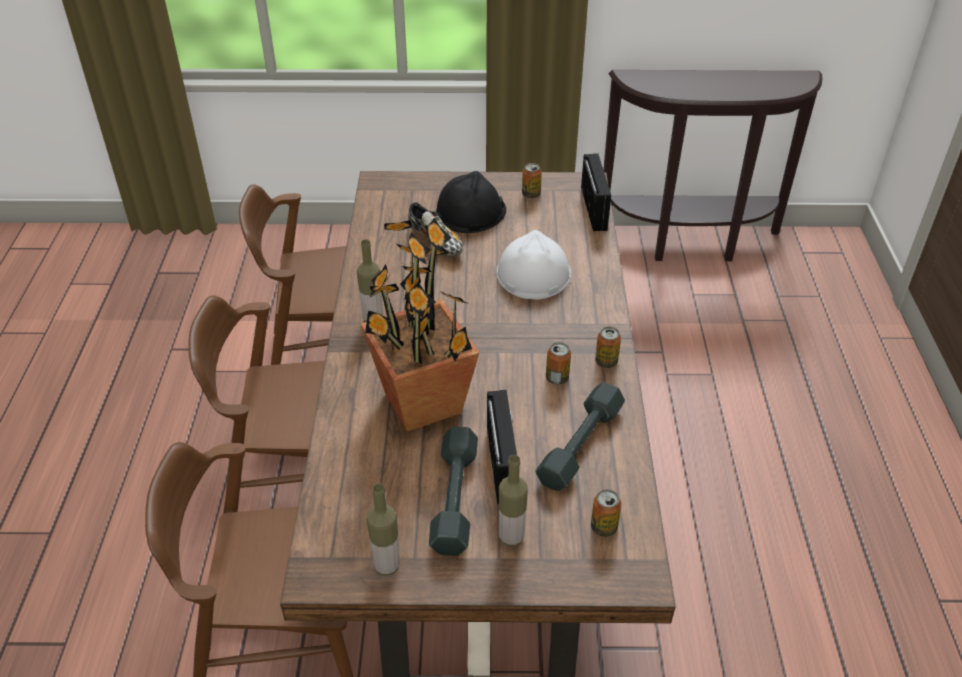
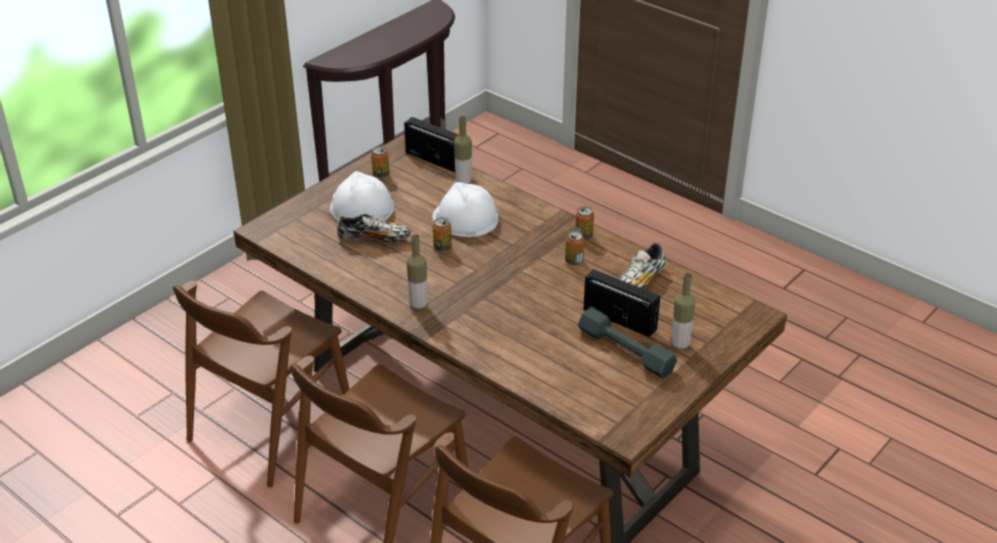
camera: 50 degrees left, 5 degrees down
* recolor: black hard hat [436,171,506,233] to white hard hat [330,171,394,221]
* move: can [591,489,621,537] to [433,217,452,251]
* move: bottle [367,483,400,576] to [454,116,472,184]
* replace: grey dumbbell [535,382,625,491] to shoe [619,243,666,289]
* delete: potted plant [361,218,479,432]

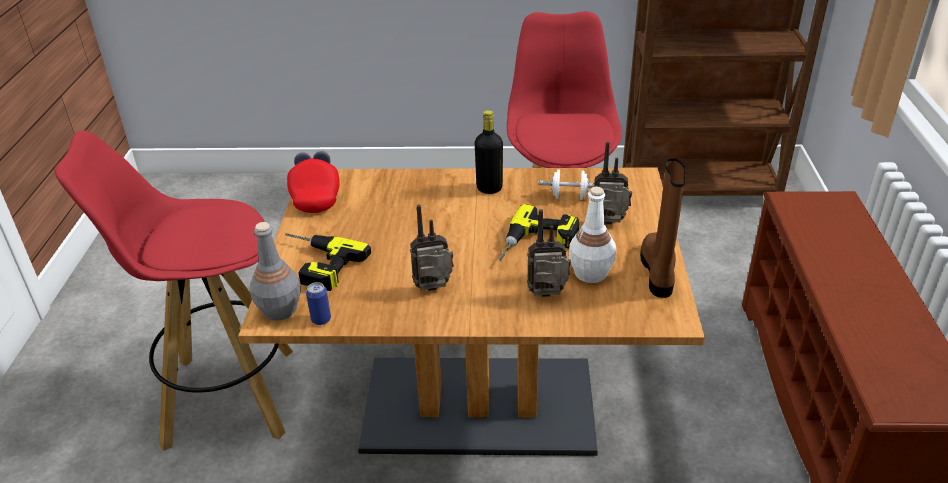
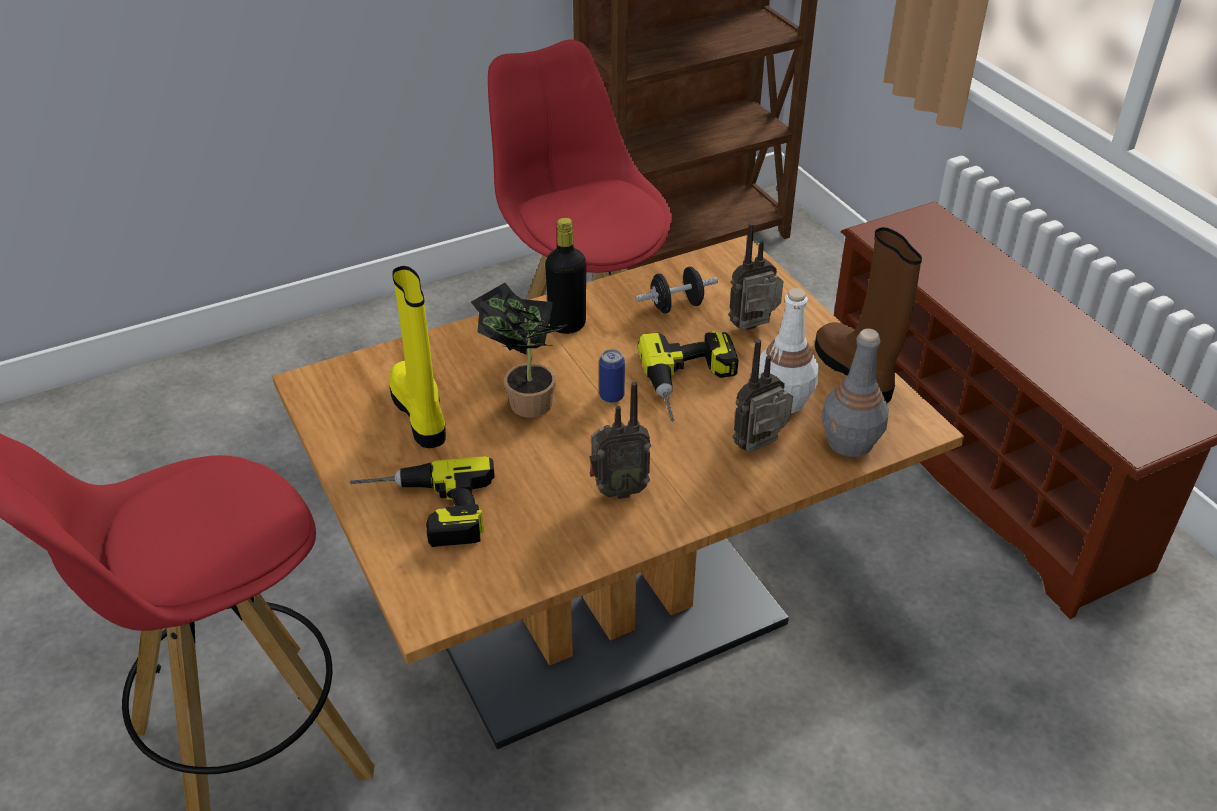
camera: 30 degrees left, 5 degrees up
* insert: yellow boot [389,266,446,448]
* insert: potted plant [471,283,568,418]
* rotate: radio [410,205,454,291] = [589,381,651,499] 150 degrees counterclockwise
* move: can [306,282,331,325] to [599,349,625,403]
* recolor: white dumbbell [538,169,594,200] to black dumbbell [635,266,718,313]
* move: grey bottle [250,222,301,321] to [821,329,889,457]
* delete: red cap [287,151,340,213]

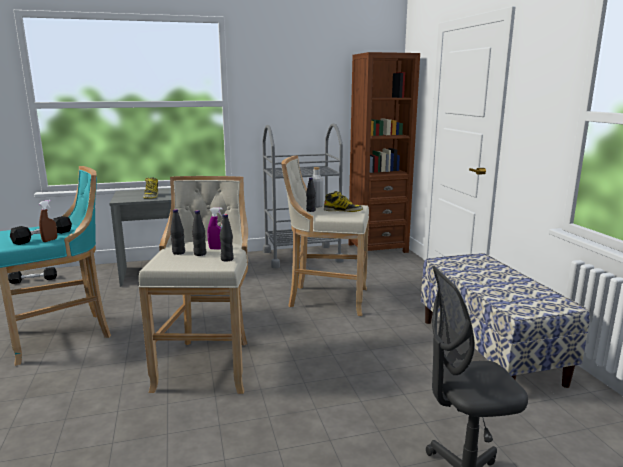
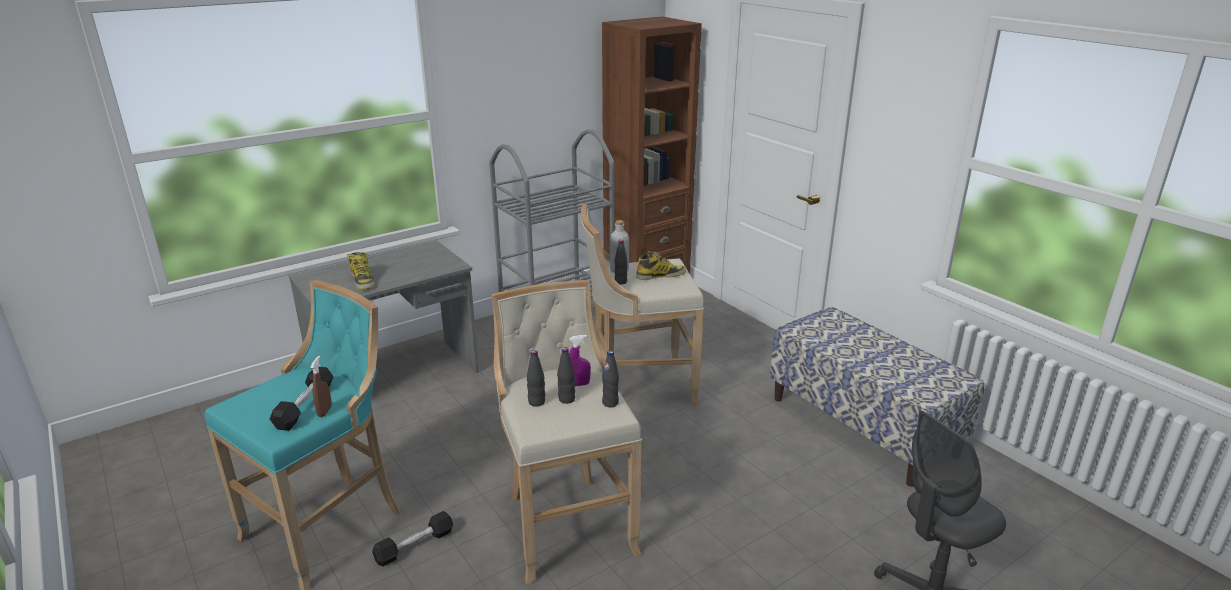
camera: 20 degrees left, 10 degrees up
* move: black dumbbell [8,267,57,284] to [372,511,453,566]

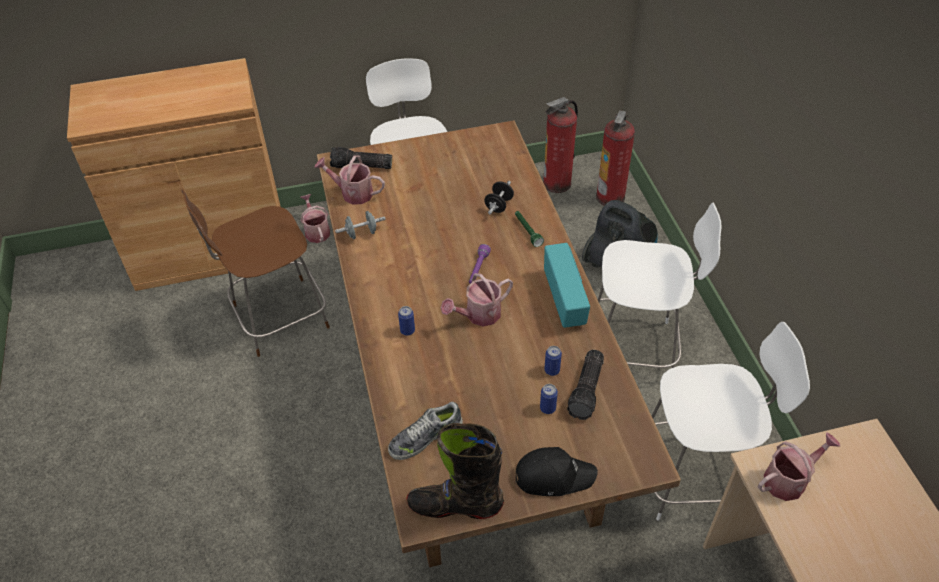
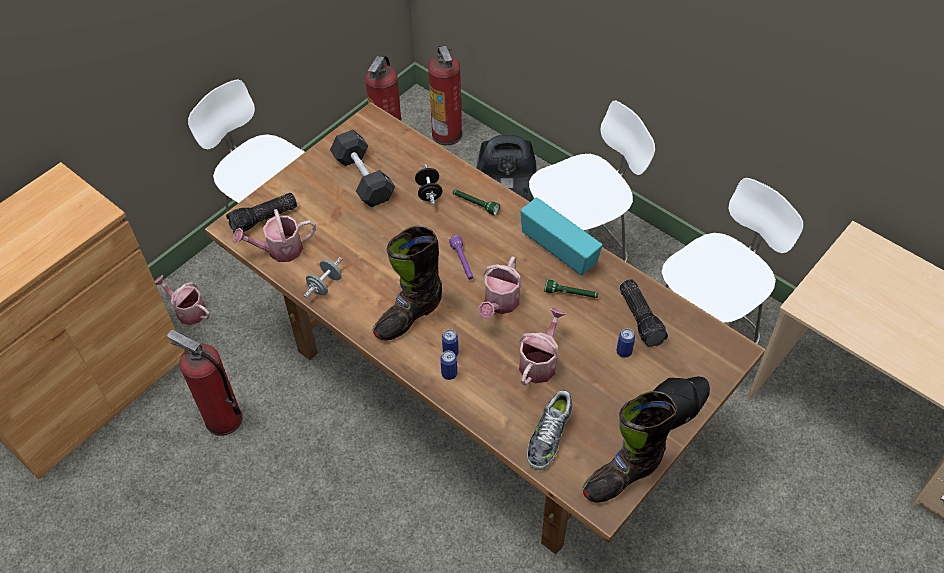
camera: 35 degrees left, 5 degrees up
* replace: brown chair [182,189,330,357] to fire extinguisher [167,329,242,436]
* insert: black dumbbell [330,130,395,207]
* insert: black boot [373,226,442,341]
* move: can [544,346,562,376] to [440,351,457,380]
* move: watering can [758,432,840,501] to [519,308,566,385]
* insert: green flashlight [544,279,598,298]

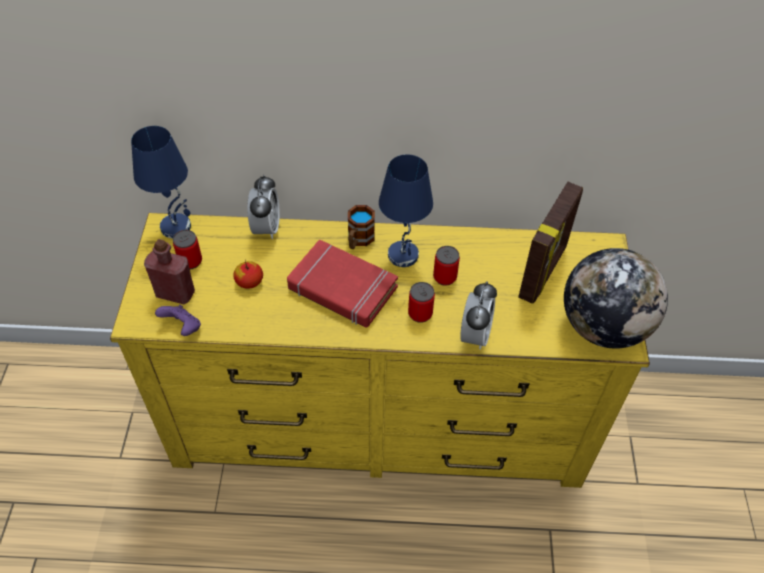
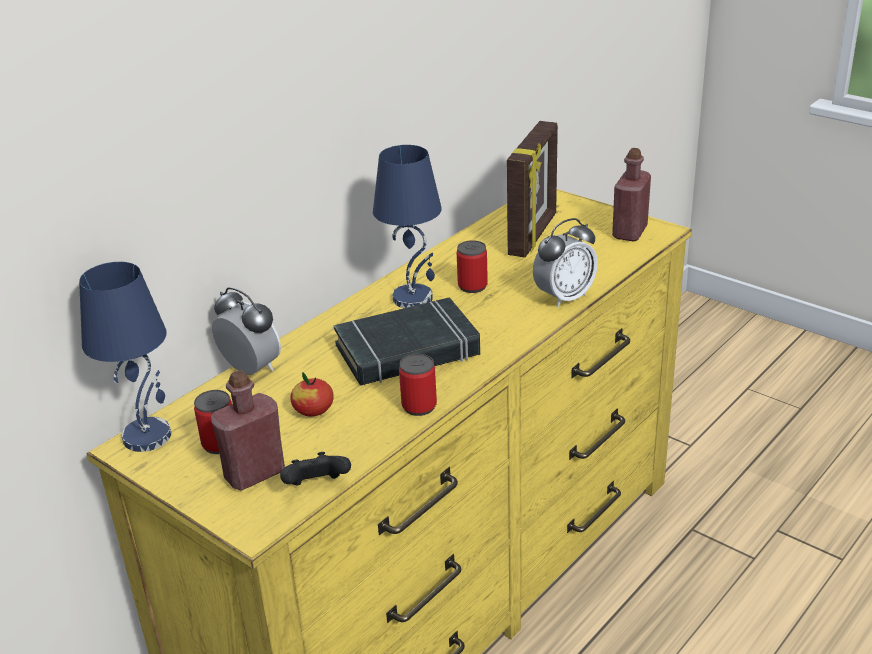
camera: 50 degrees left, 20 degrees down
* recolor: purple game controller [155,305,201,336] to black game controller [280,452,351,486]
* recolor: red book [287,239,398,328] to black book [334,297,480,385]
* move: can [408,282,435,323] to [399,354,437,416]
* rotate: picture frame [518,182,583,304] = [507,121,558,257] 45 degrees clockwise
* rotate: alarm clock [460,281,497,350] = [533,218,598,308] 90 degrees clockwise
* replace: globe [564,248,668,349] to red bottle [612,148,651,241]
* delete: mug [348,205,375,249]

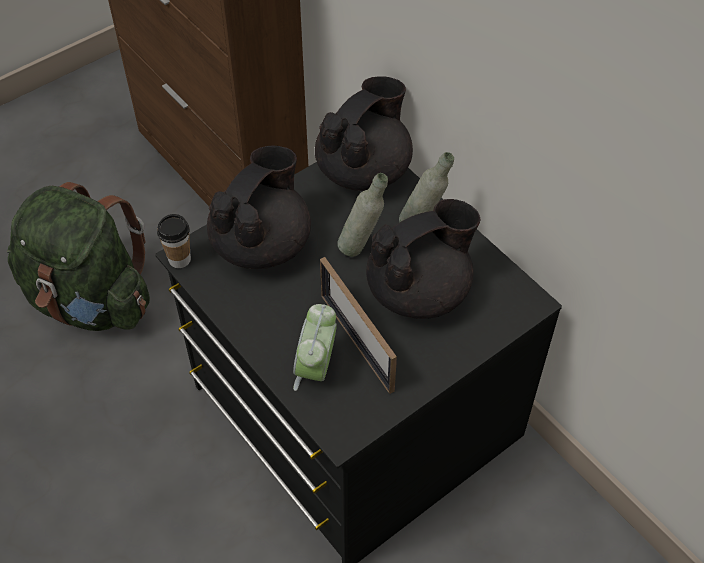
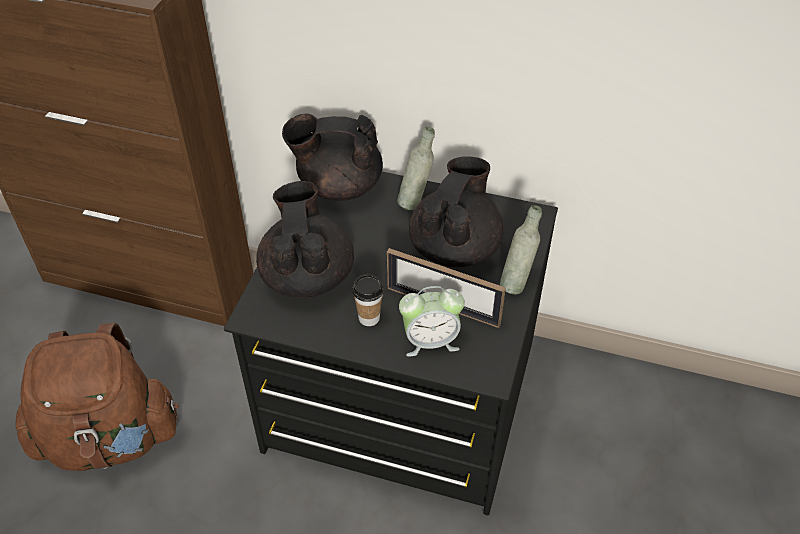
camera: 35 degrees left, 5 degrees down
* recolor: green backpack [7,182,150,331] to brown backpack [16,323,179,471]
* rotate: black teapot [315,76,413,191] = [282,114,383,201] 90 degrees counterclockwise
* move: cup [157,214,191,268] to [353,274,384,326]
* rotate: alarm clock [293,304,337,391] = [399,286,465,356] 75 degrees counterclockwise
* move: grey bottle [337,173,388,257] to [500,205,542,295]

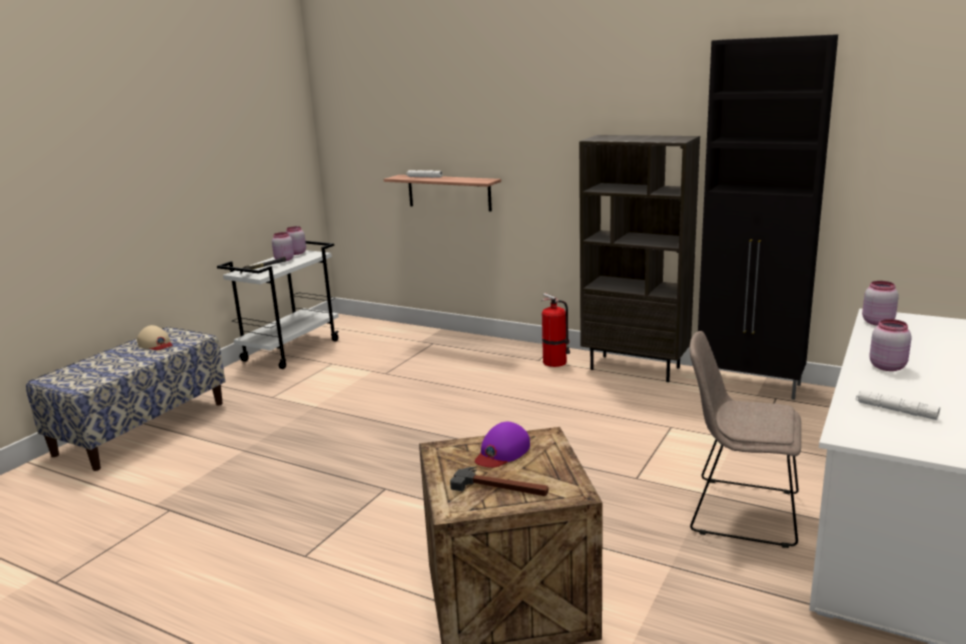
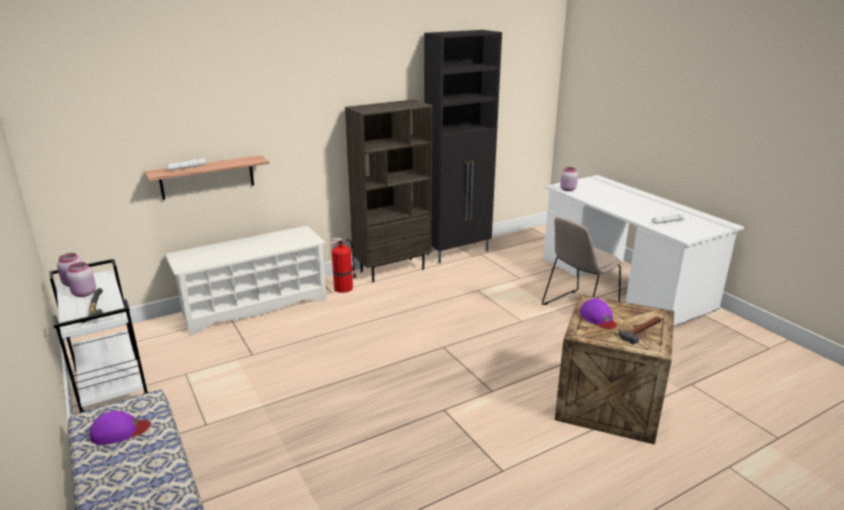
camera: 60 degrees left, 5 degrees up
* recolor: beige cap [137,325,172,350] to purple cap [90,411,151,445]
* insert: white shoe rack [165,226,327,335]
* delete: pink jar [870,319,912,371]

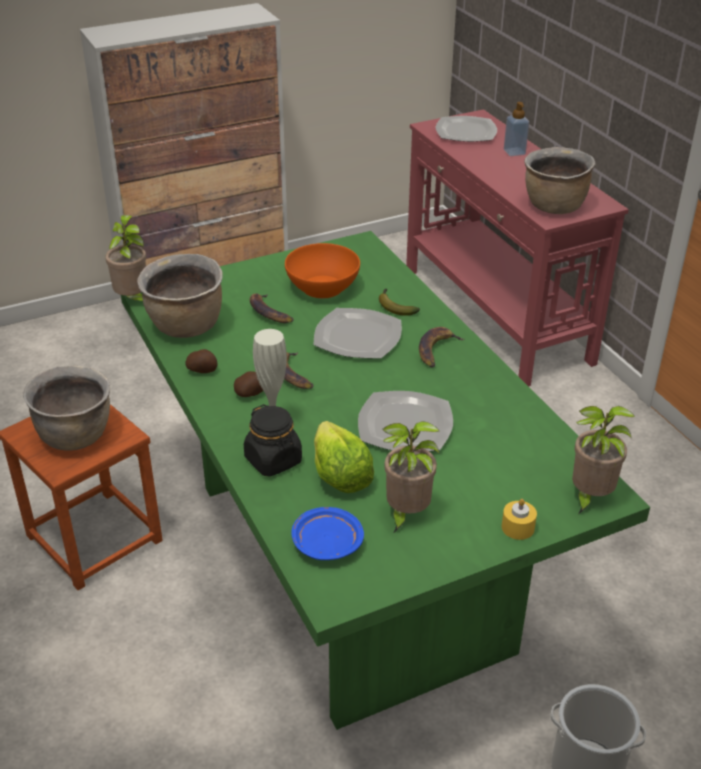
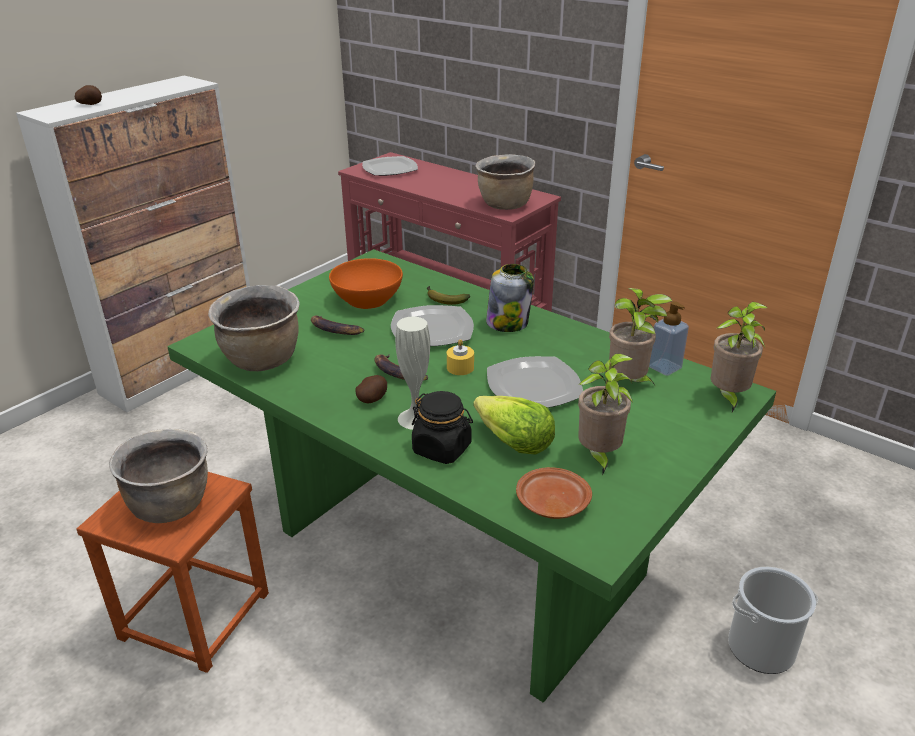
camera: 25 degrees left, 5 degrees down
* move: potato [186,349,218,373] to [75,85,102,105]
* move: yellow candle [502,499,537,540] to [447,339,474,375]
* replace: banana [419,327,464,367] to jar [486,264,534,332]
* recolor: blue plate [291,507,364,560] to brown plate [516,467,592,519]
* move: potted plant [105,215,146,301] to [609,288,672,385]
* move: soap dispenser [504,102,529,156] to [649,301,689,376]

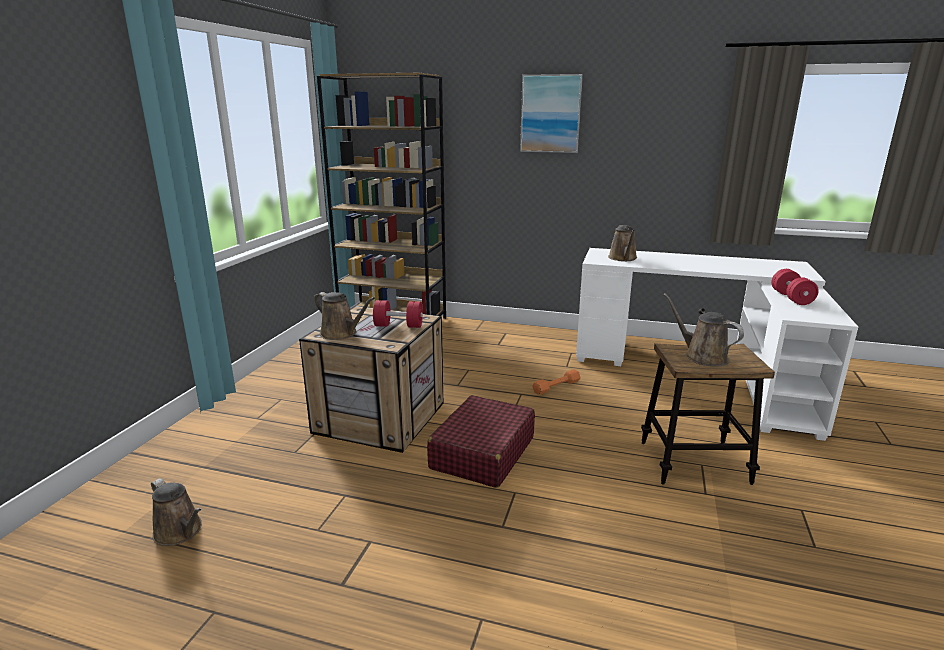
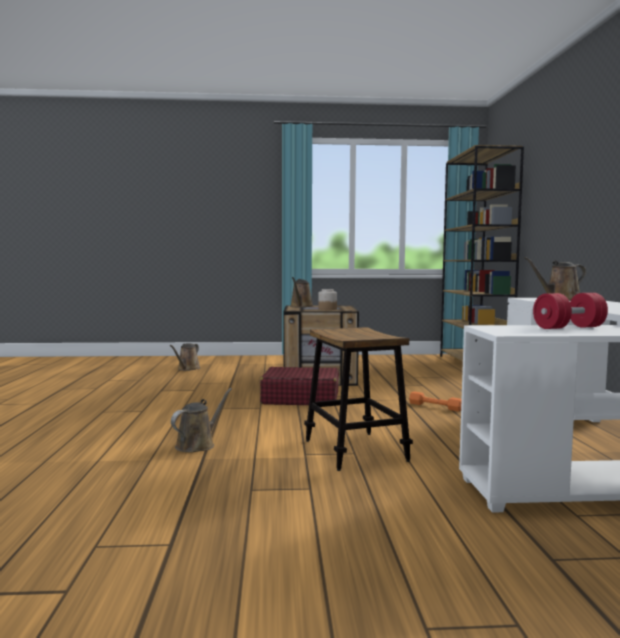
camera: 70 degrees right, 15 degrees down
* move: brown watering can [663,293,744,367] to [171,388,232,452]
* replace: red dumbbell [373,300,423,328] to jar [318,289,337,310]
* delete: picture [520,74,583,153]

